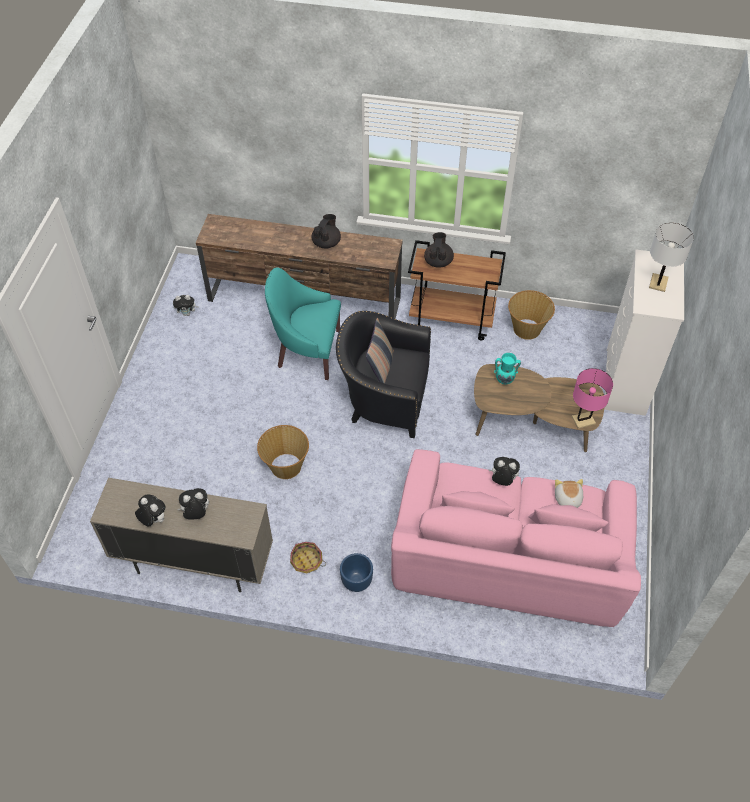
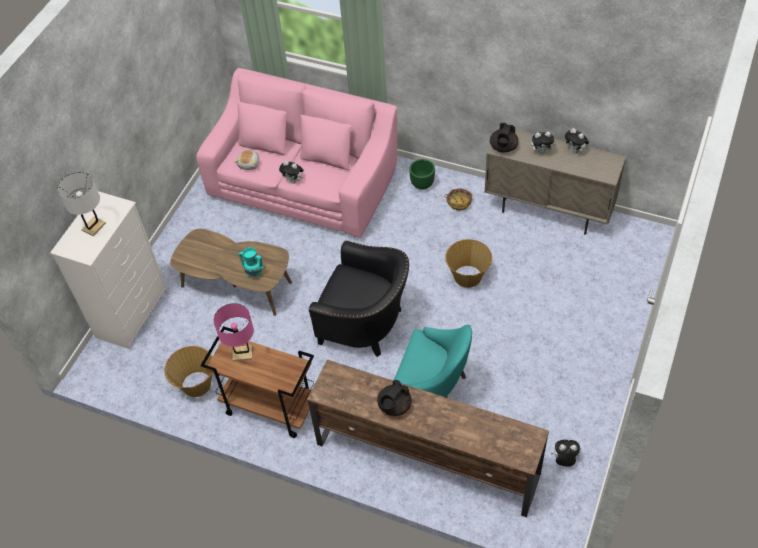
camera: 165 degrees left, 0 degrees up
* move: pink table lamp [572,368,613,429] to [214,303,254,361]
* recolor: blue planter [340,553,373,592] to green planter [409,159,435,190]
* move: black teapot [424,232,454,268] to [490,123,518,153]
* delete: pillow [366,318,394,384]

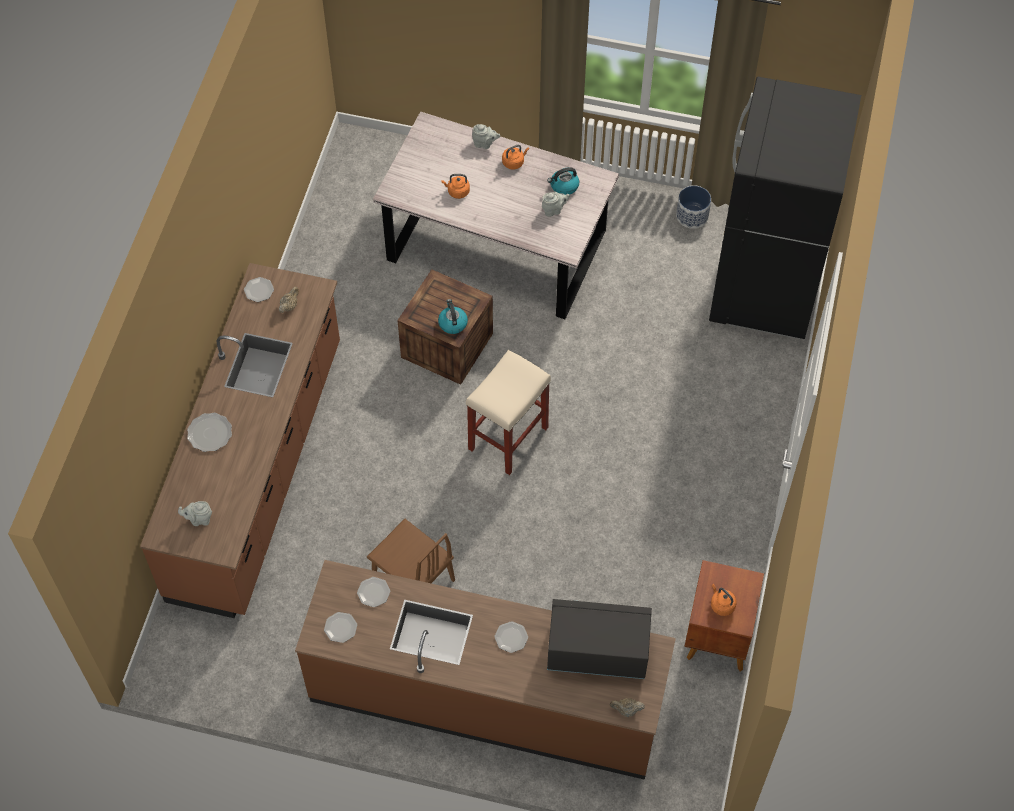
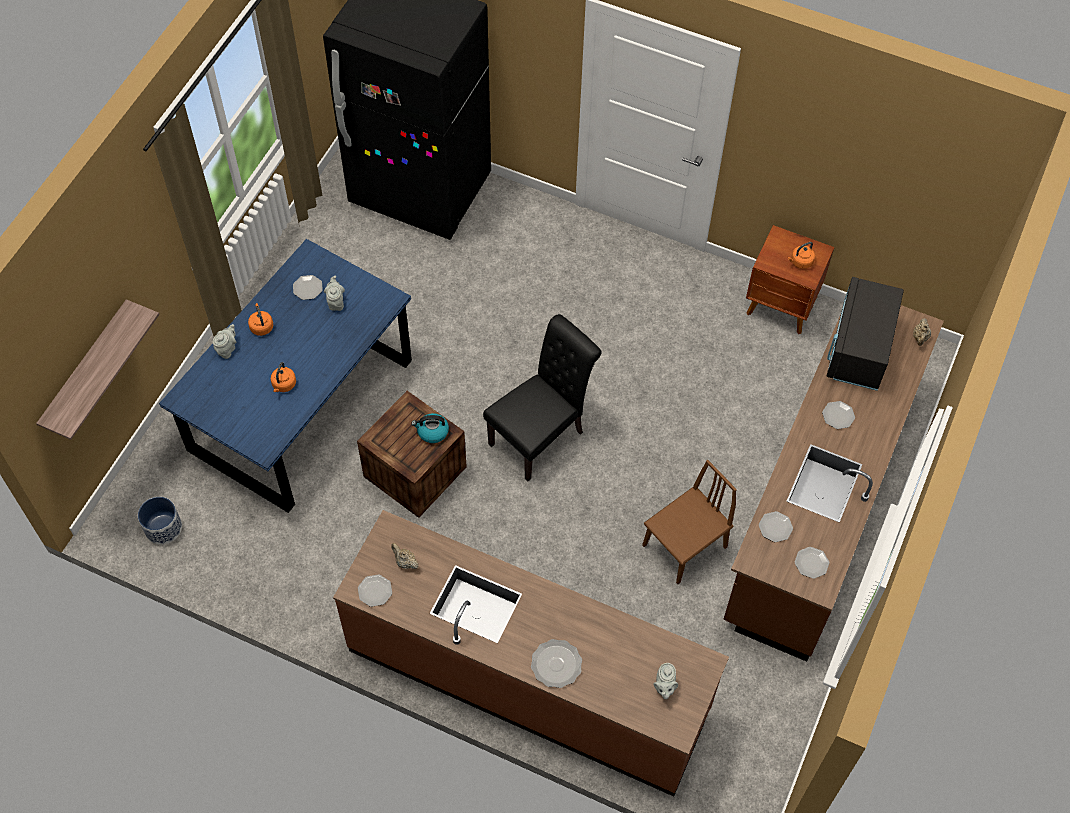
camera: 80 degrees left, 0 degrees up
* insert: shelf [36,299,159,440]
* move: planter [676,186,711,229] to [138,497,182,545]
* recolor: grey dining table [373,111,619,319] to blue dining table [159,239,412,513]
* replace: kettle [547,167,579,195] to plate [293,275,323,300]
* replace: beige stool [466,350,551,475] to black chair [483,314,602,481]

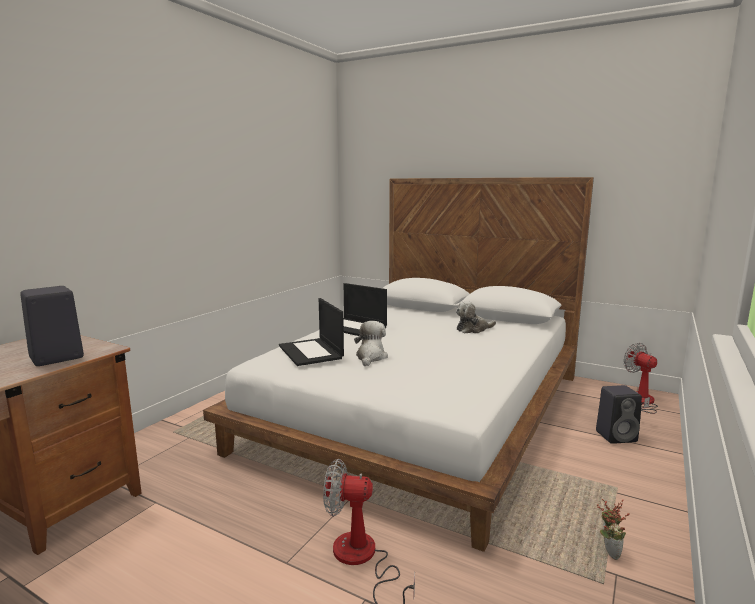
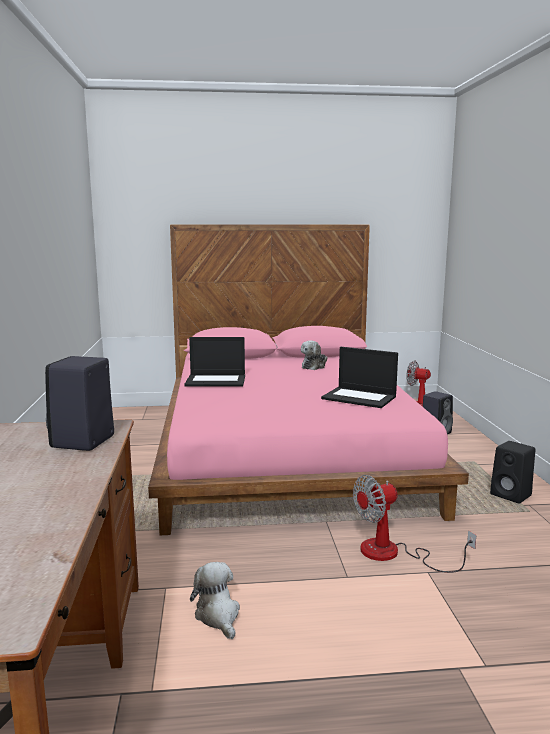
camera: 35 degrees left, 0 degrees up
* recolor: white bed [203,177,594,552] to pink bed [148,224,469,535]
* move: plush toy [354,321,388,366] to [190,562,240,639]
* move: laptop [279,298,344,366] to [321,347,398,408]
* replace: potted plant [597,499,630,560] to black speaker [490,441,535,504]

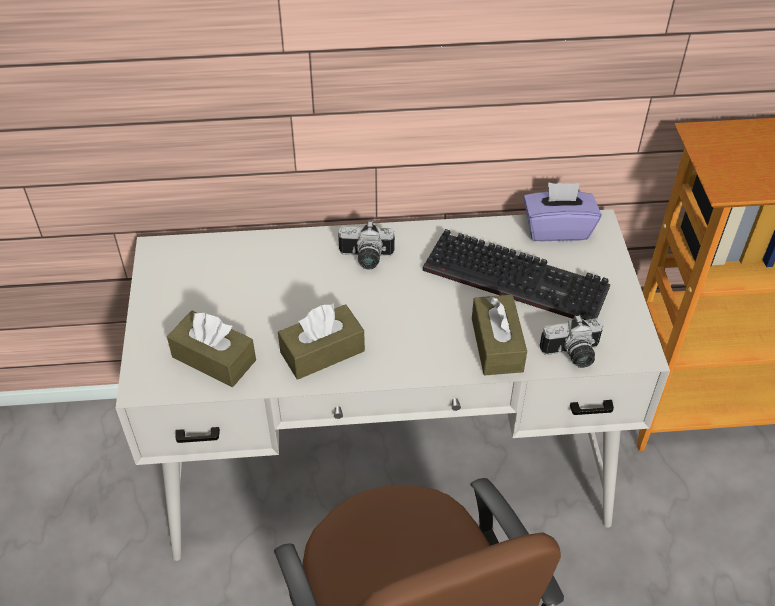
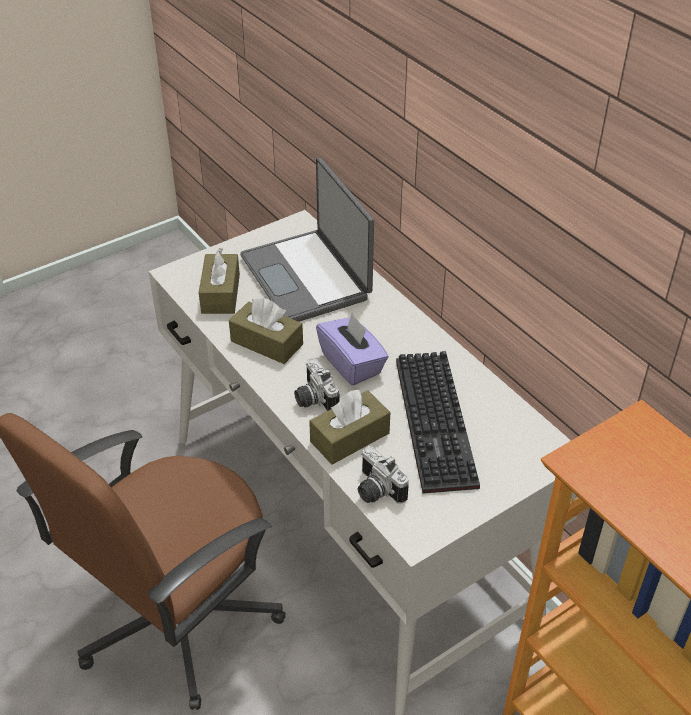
camera: 60 degrees right, 5 degrees down
* insert: laptop [240,157,374,322]
* move: photo camera [338,221,395,269] to [294,358,340,411]
* move: purple tissue box [523,182,601,241] to [316,313,389,385]

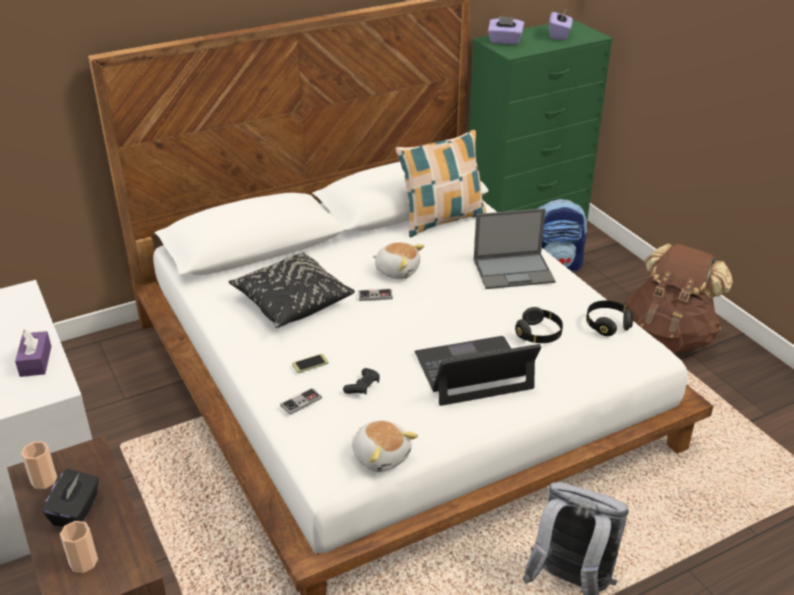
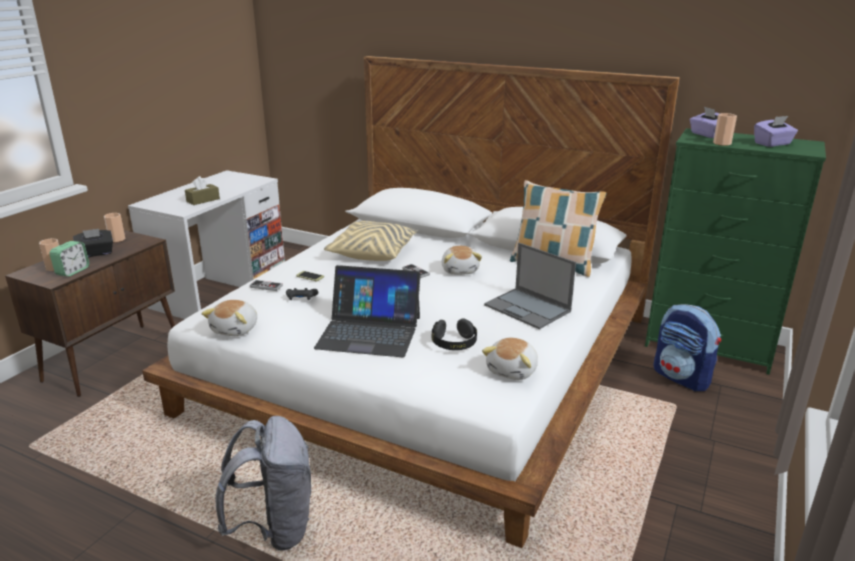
camera: 55 degrees right, 10 degrees down
* insert: alarm clock [50,241,89,277]
* recolor: purple tissue box [15,329,51,377] to brown tissue box [185,176,220,205]
* rotate: laptop [415,336,541,406] = [314,265,421,357] 150 degrees clockwise
* recolor: black pillow [229,252,355,328] to beige pillow [324,221,418,261]
* replace: black headphones [586,300,633,336] to plush toy [482,338,538,380]
* insert: cup [713,113,737,146]
* delete: brown backpack [626,244,733,353]

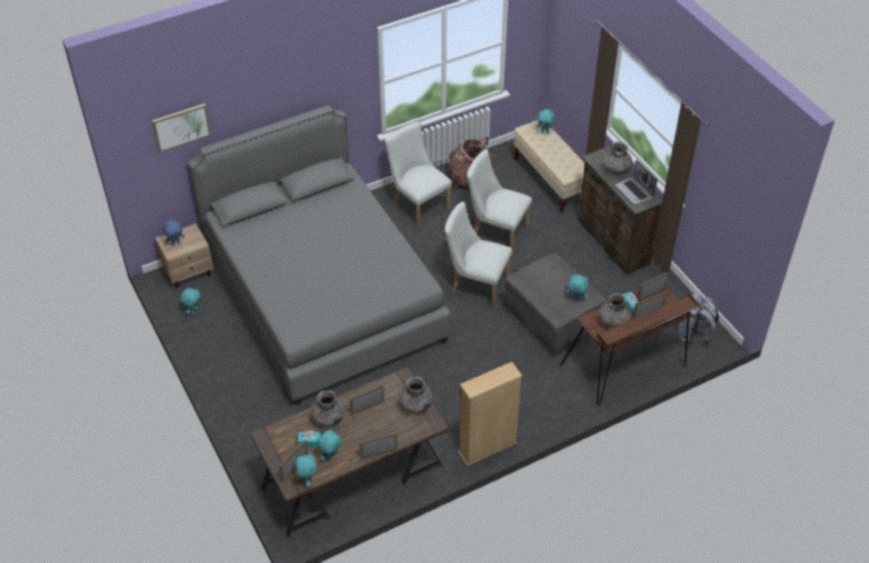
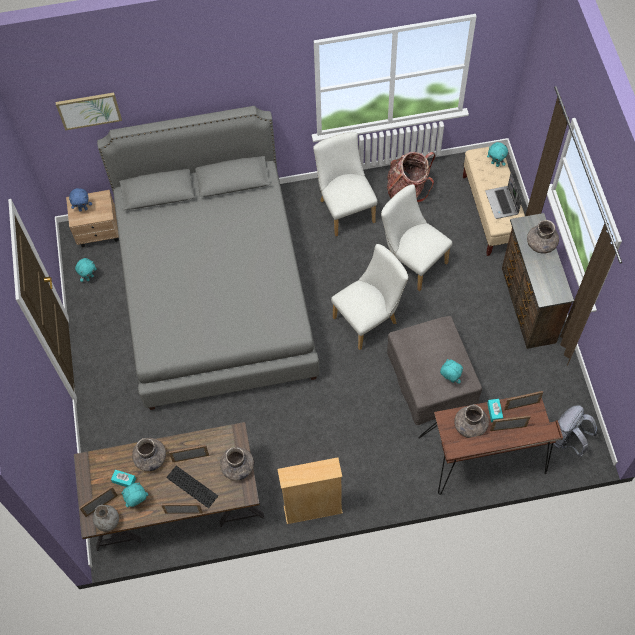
camera: 20 degrees right, 15 degrees up
* replace: turquoise plush toy [295,452,317,487] to grey vase [93,505,119,532]
* insert: keyboard [166,466,218,508]
* rotate: white chair [445,201,512,306] = [331,244,408,350] 105 degrees clockwise
* move: laptop [615,160,657,205] to [485,174,522,219]

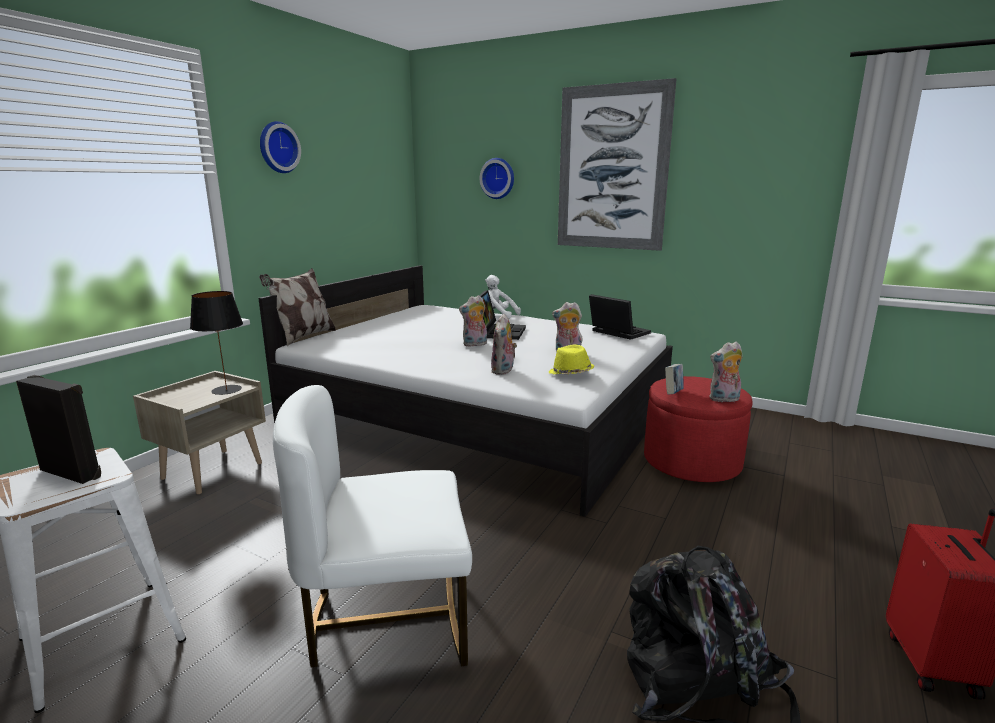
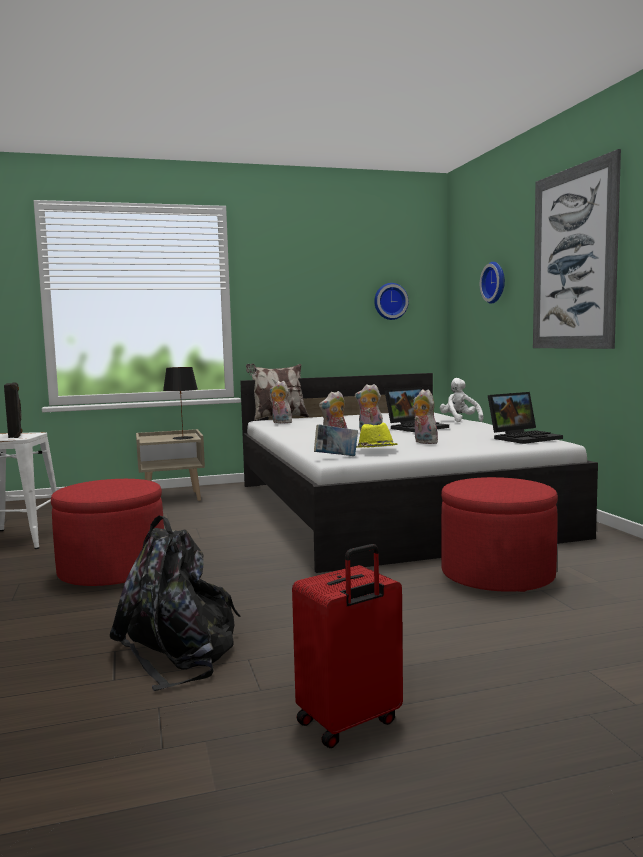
camera: 45 degrees right, 10 degrees down
* replace: white chair [273,385,472,668] to red ottoman [51,479,164,586]
* move: plush toy [709,341,742,402] to [270,381,292,423]
* move: book [665,364,684,394] to [314,425,358,456]
* move: wall clock [260,121,301,173] to [374,283,409,320]
* rotate: laptop [589,294,651,340] = [488,392,563,444] 60 degrees clockwise

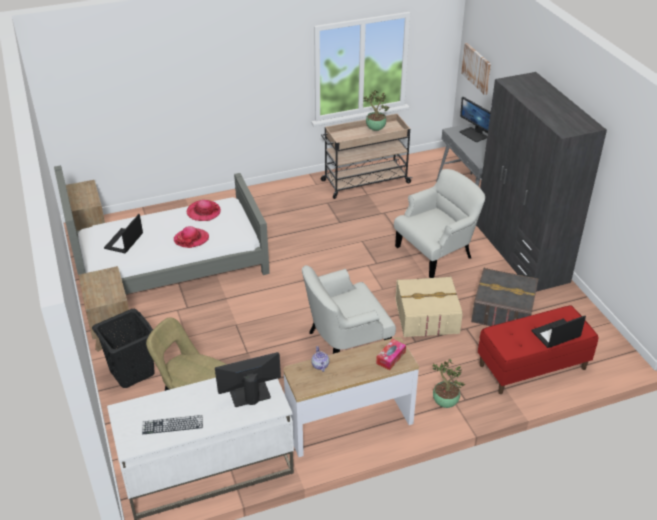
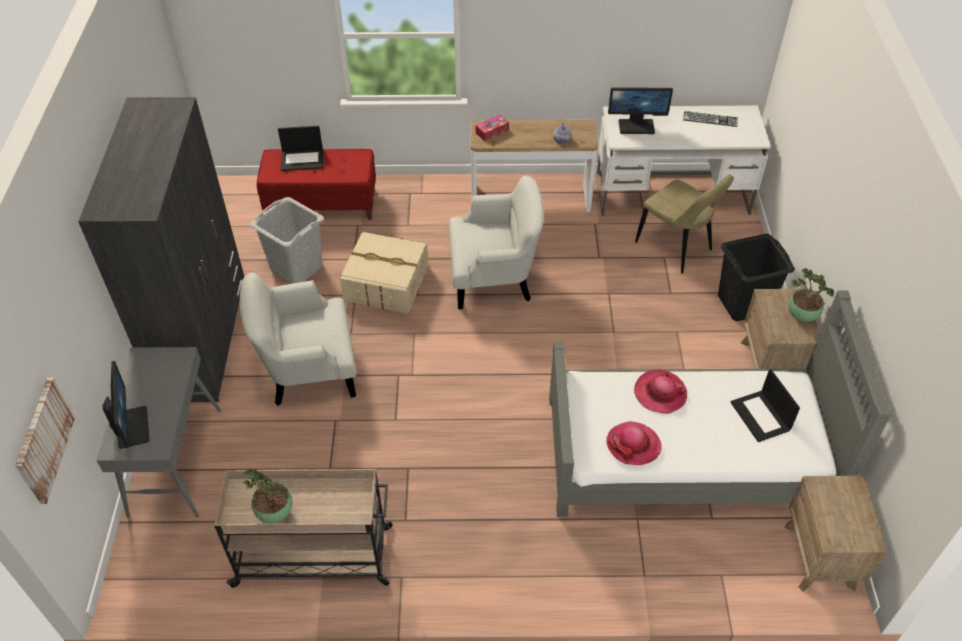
camera: 160 degrees left, 10 degrees up
* replace: grey storage box [471,267,538,326] to grey laundry basket [250,197,324,284]
* rotate: laptop [104,214,143,253] = [730,369,800,442] 120 degrees clockwise
* move: potted plant [433,359,465,408] to [789,268,834,322]

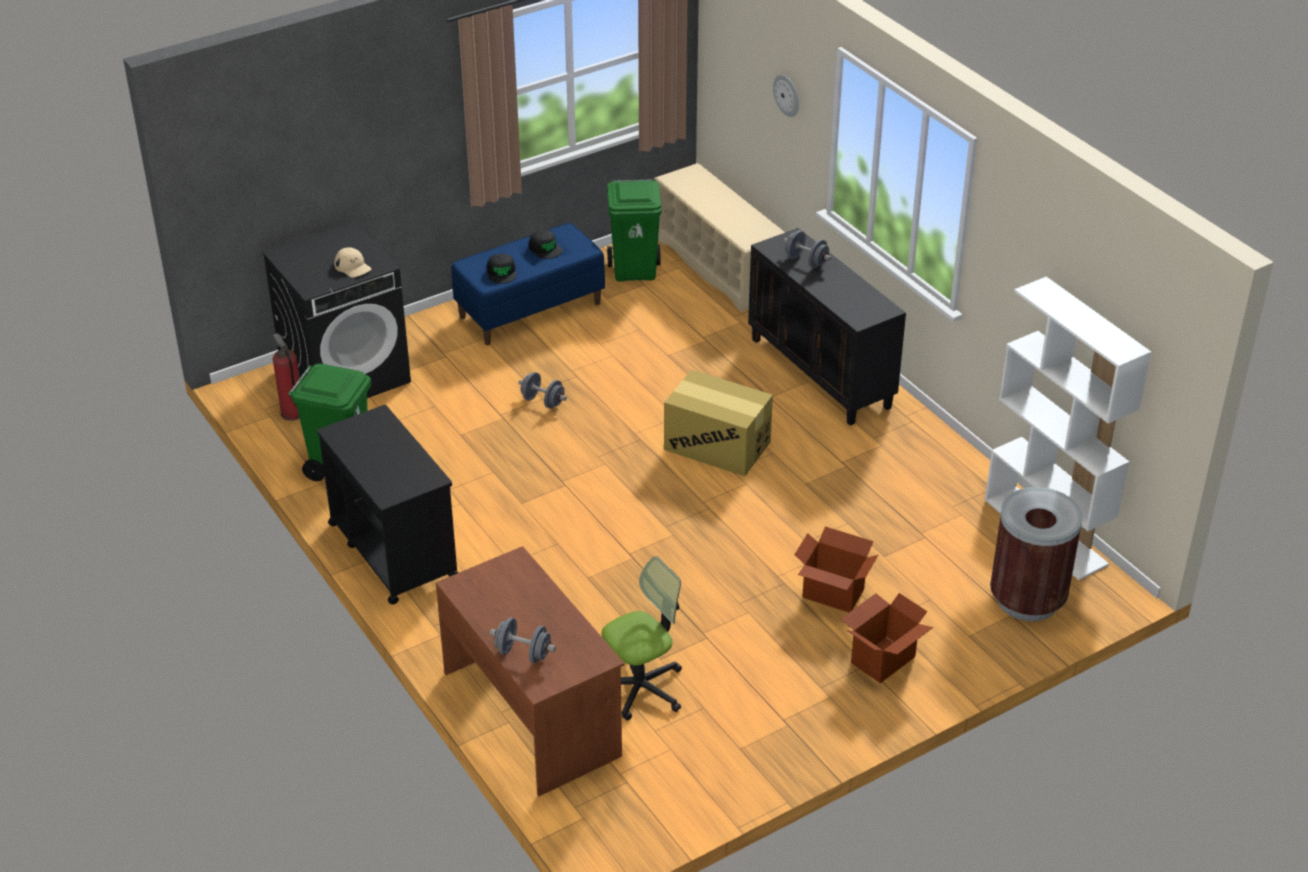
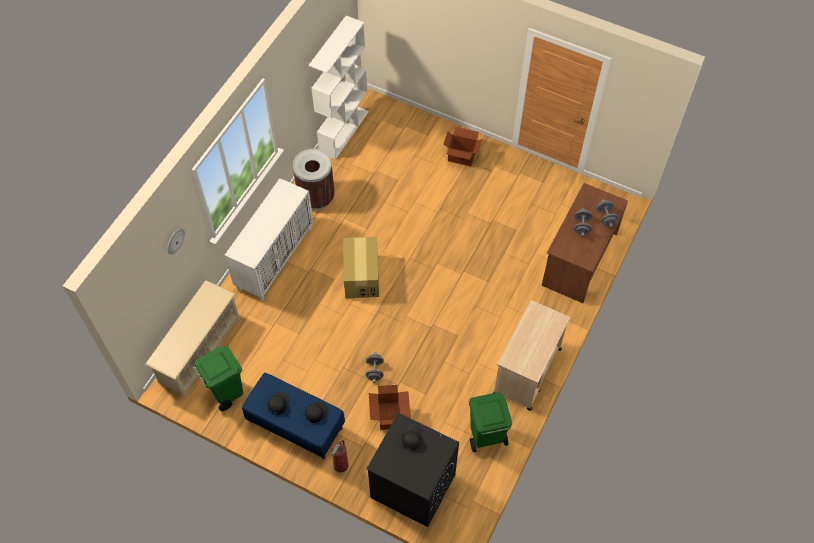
camera: 120 degrees left, 20 degrees up
* recolor: black cabinet [748,228,906,426] to white cabinet [225,178,314,301]
* move: brown trash can [990,487,1083,621] to [293,149,335,210]
* move: fire extinguisher [272,333,300,421] to [331,440,349,472]
* move: cardboard box [794,527,878,612] to [369,385,411,430]
* recolor: beige cap [334,247,371,278] to black cap [402,424,423,451]
* recolor: black cart [317,405,458,605] to beige cart [493,300,570,411]
* move: grey dumbbell [783,230,831,268] to [574,208,592,237]
* delete: office chair [602,556,682,721]

